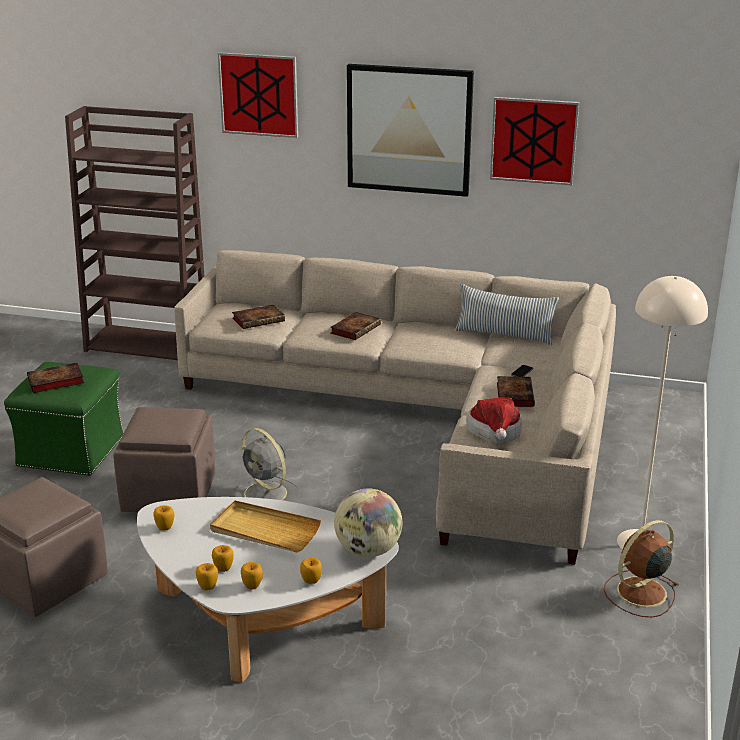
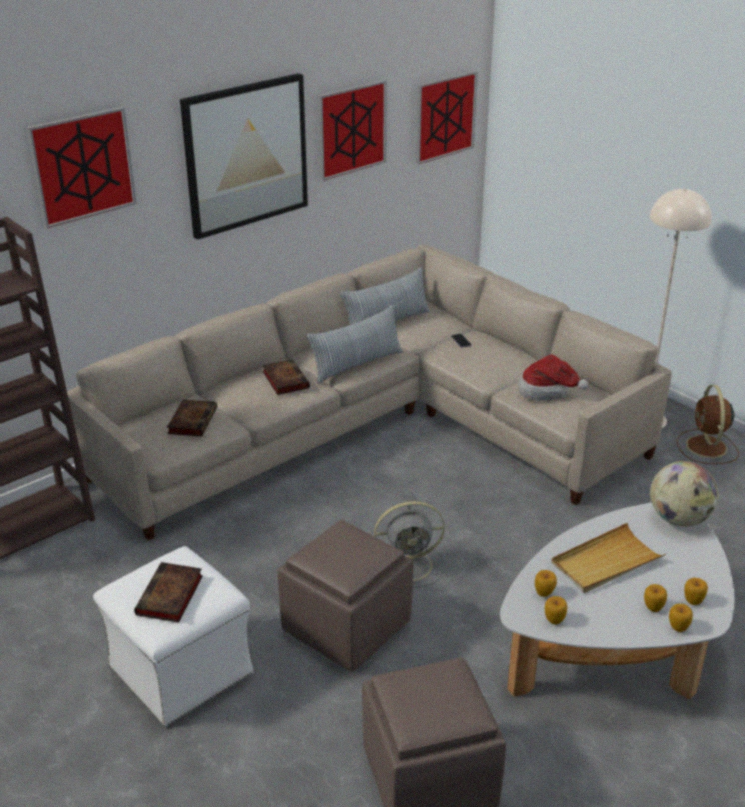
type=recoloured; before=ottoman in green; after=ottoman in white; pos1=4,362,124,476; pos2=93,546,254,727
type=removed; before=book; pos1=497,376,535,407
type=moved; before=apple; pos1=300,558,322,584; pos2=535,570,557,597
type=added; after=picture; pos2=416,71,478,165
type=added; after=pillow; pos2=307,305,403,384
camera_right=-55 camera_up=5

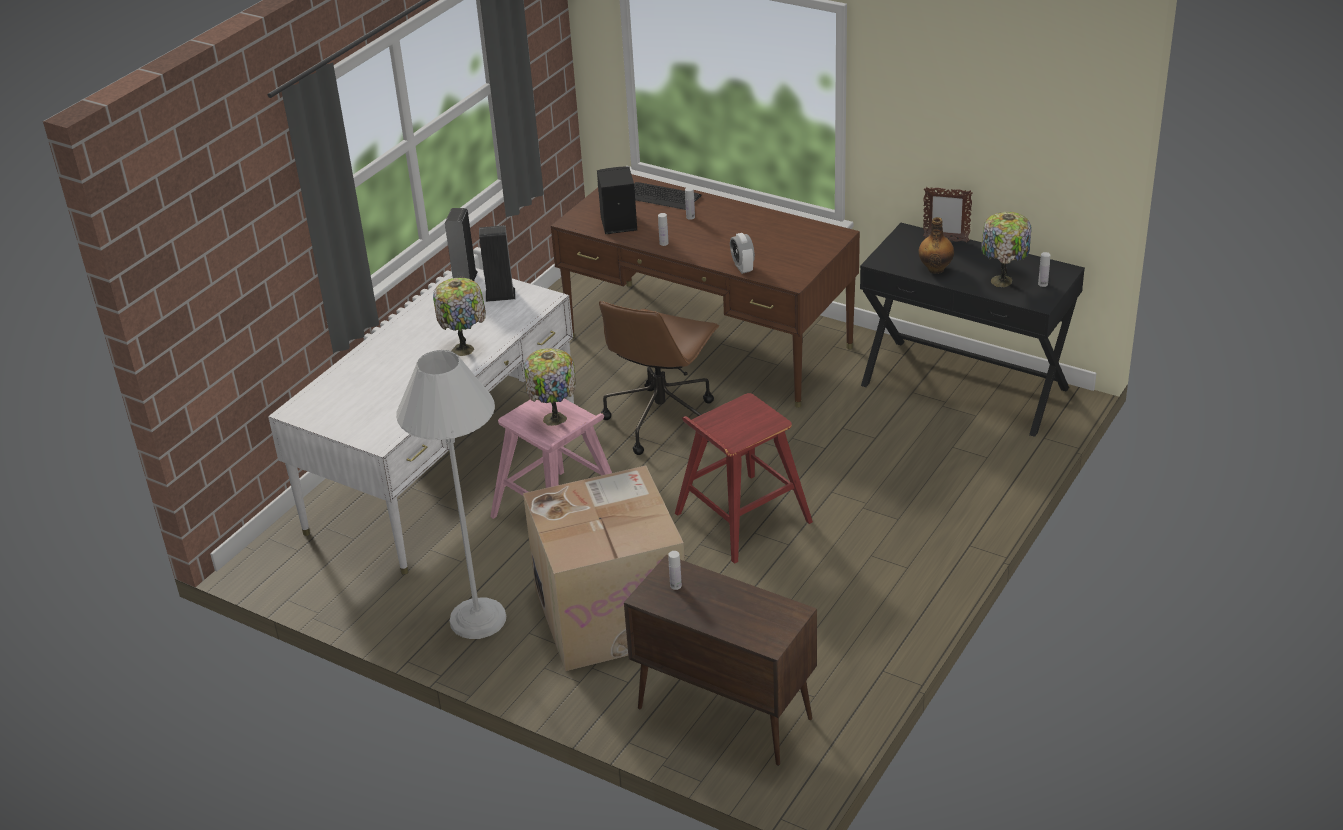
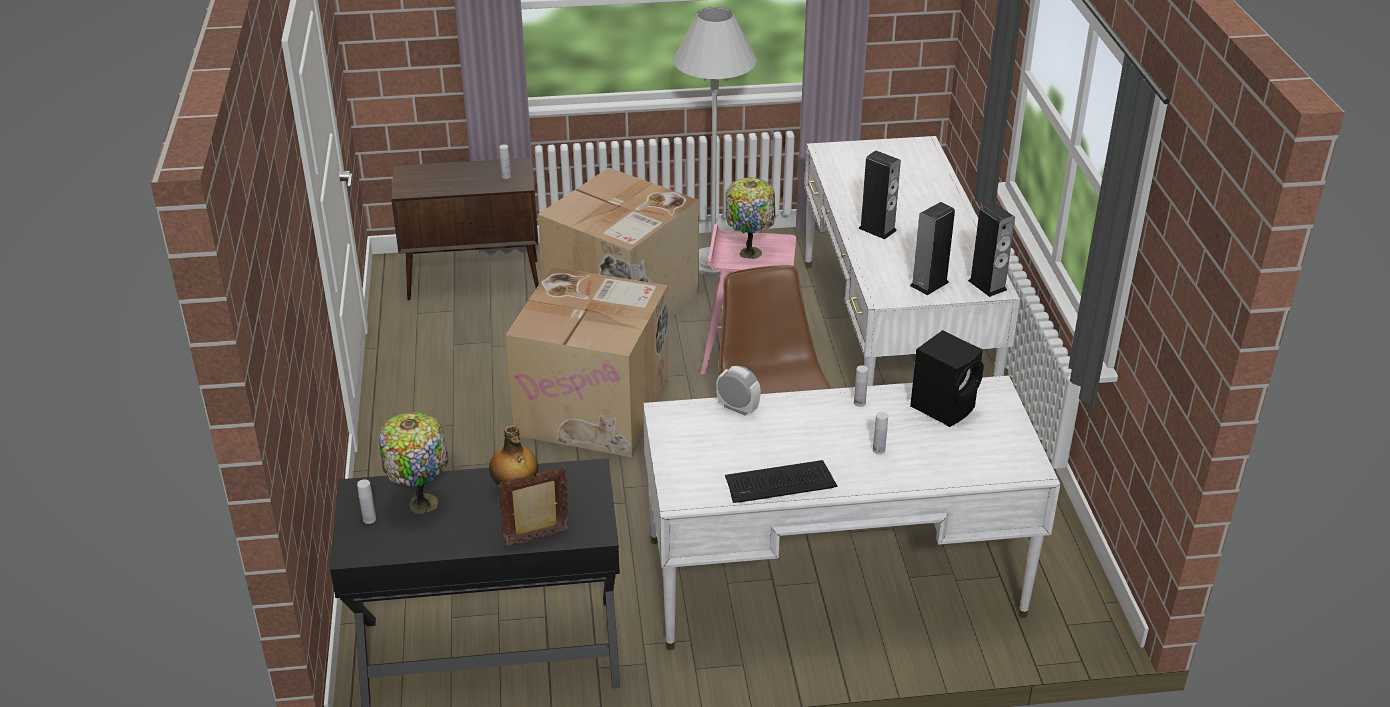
type=recoloured; before=desk in brown; after=desk in white; pos1=551,174,860,408; pos2=643,375,1060,650
type=moved; before=keyboard; pos1=634,182,702,210; pos2=725,460,838,503
type=replaced; before=table lamp; after=speaker; pos1=433,278,486,356; pos2=858,151,901,239
type=replaced; before=stool in red; after=cardboard box; pos1=675,393,813,564; pos2=505,267,669,457
camera_right=140 camera_up=0

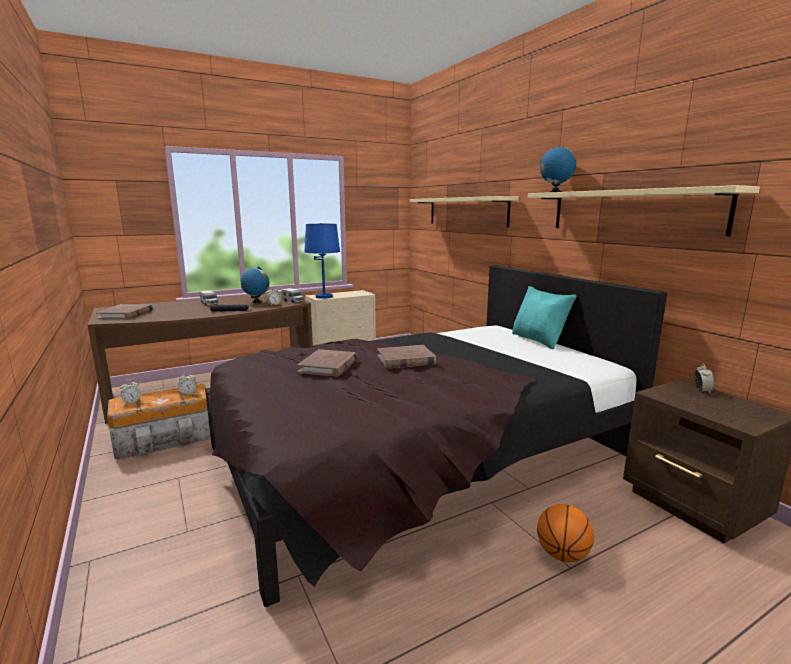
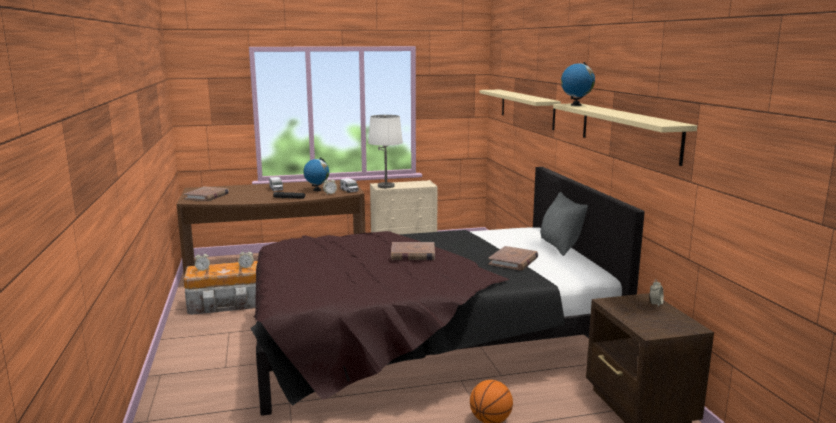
type=recoloured; before=table lamp in blue; after=table lamp in white; pos1=305,223,340,299; pos2=368,115,403,188
type=recoloured; before=pillow in turquoise; after=pillow in grey; pos1=512,286,577,349; pos2=540,192,588,256
type=moved; before=book in brown; pos1=297,349,357,377; pos2=488,246,538,271
camera_right=15 camera_up=0

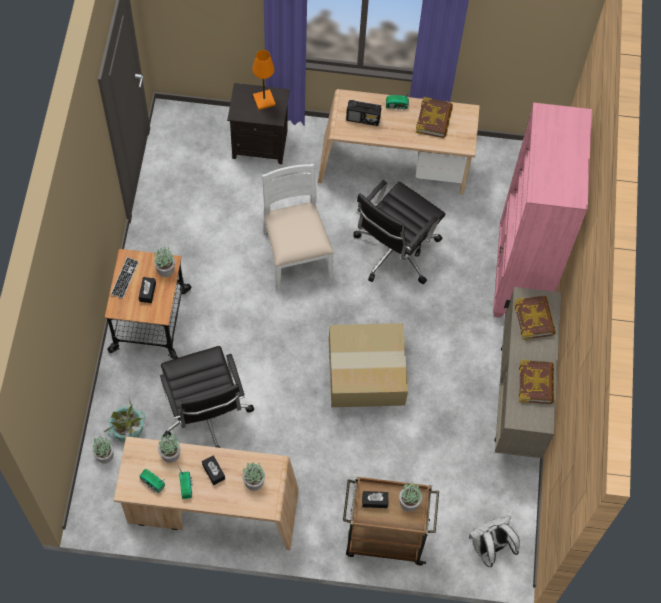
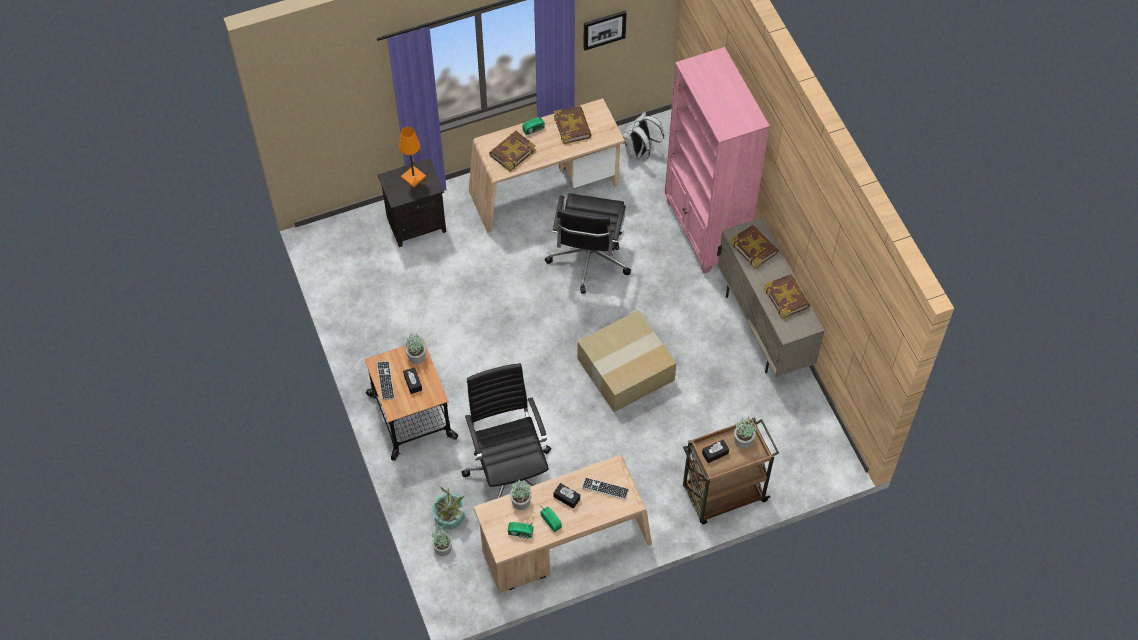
type=replaced; before=radio; after=book; pos1=346,100,381,126; pos2=489,131,536,171
type=removed; before=chair in white; pos1=262,164,334,290
type=turned; before=office chair in black; pos1=160,346,254,448; pos2=461,363,551,498; turn=-150
type=replaced; before=potted plant; after=keyboard; pos1=242,462,265,491; pos2=582,477,629,500
type=moved; before=backpack in white; pos1=469,516,520,567; pos2=622,112,664,160
type=added; after=picture; pos2=583,11,627,50
camera_right=-25 camera_up=-5

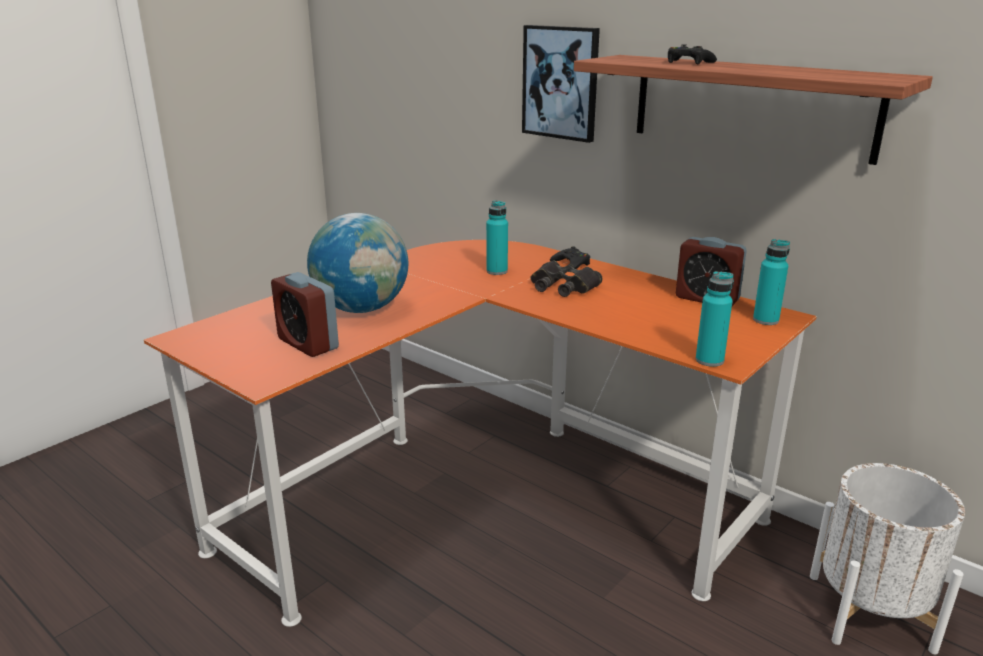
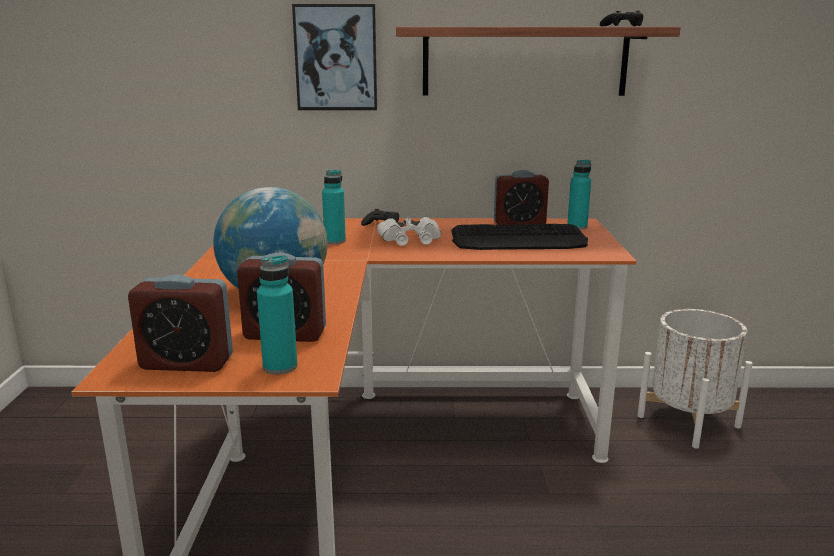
type=moved; before=game controller in black; pos1=668,44,717,64; pos2=600,11,643,26
type=recoloured; before=binoculars in black; after=binoculars in white; pos1=531,260,602,297; pos2=377,217,441,246
type=moved; before=bottle in turquoise; pos1=696,271,734,367; pos2=257,255,298,374
type=added; after=keyboard; pos2=452,224,588,250
type=added; after=alarm clock; pos2=128,274,233,372
camera_right=-40 camera_up=-5

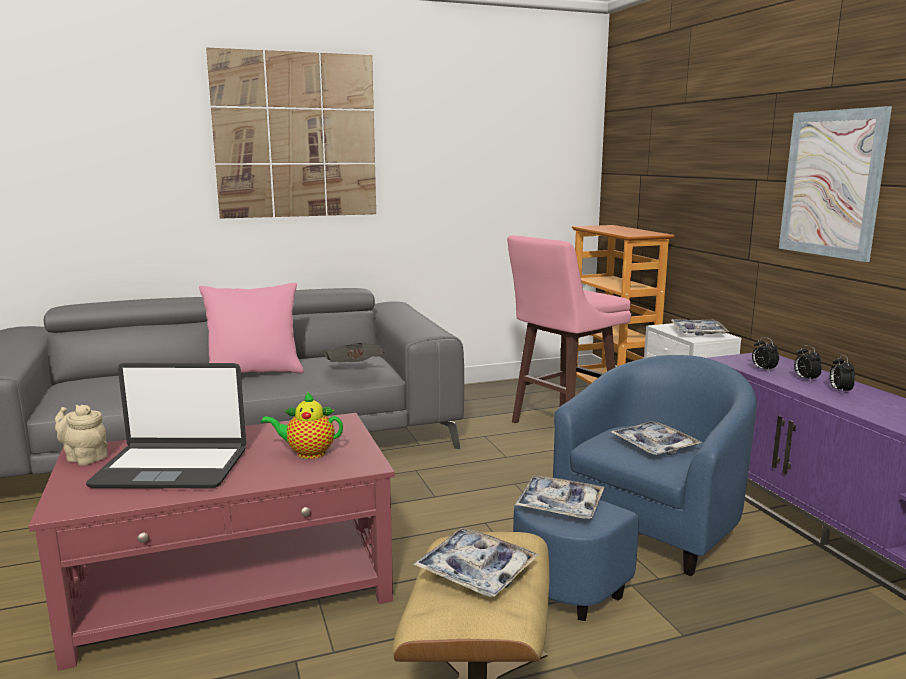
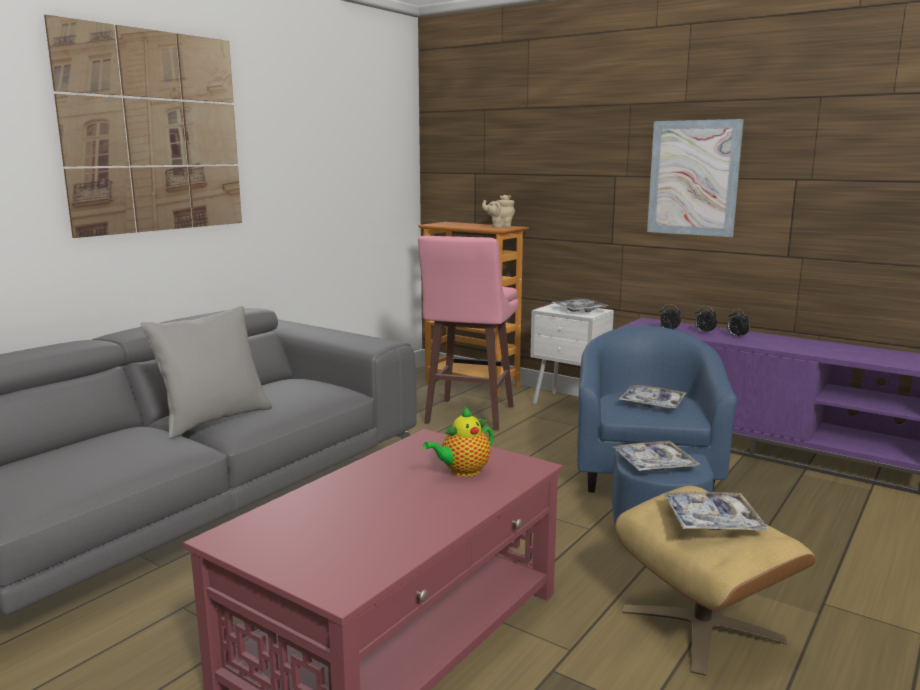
type=recoloured; before=pillow in pink; after=pillow in grey; pos1=199,283,304,374; pos2=140,306,272,439
type=removed; before=newspaper; pos1=323,343,384,362
type=removed; before=laptop; pos1=86,363,246,488
type=moved; before=teapot in beige; pos1=55,405,108,465; pos2=482,195,515,227
camera_right=-35 camera_up=0

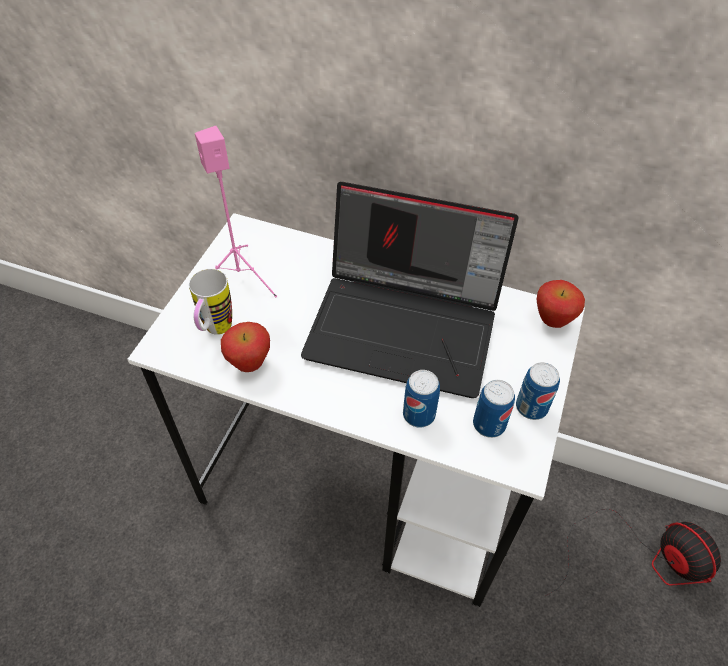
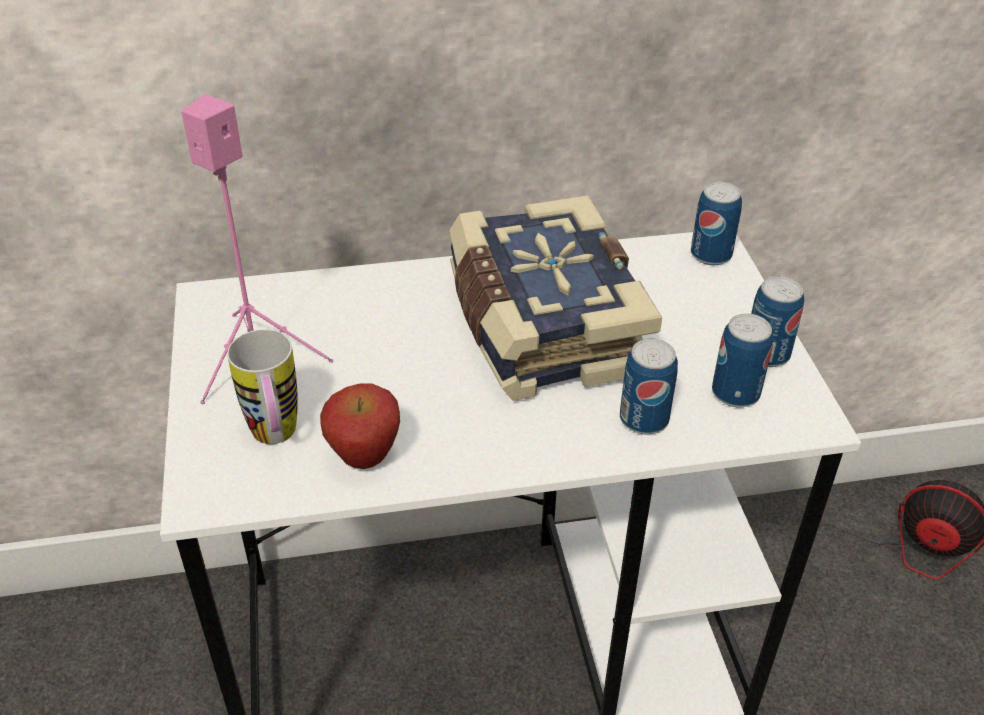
type=replaced; before=laptop; after=book; pos1=301,182,519,398; pos2=449,195,662,401
type=replaced; before=apple; after=can; pos1=536,280,585,328; pos2=691,182,742,265
camera_right=-30 camera_up=-10

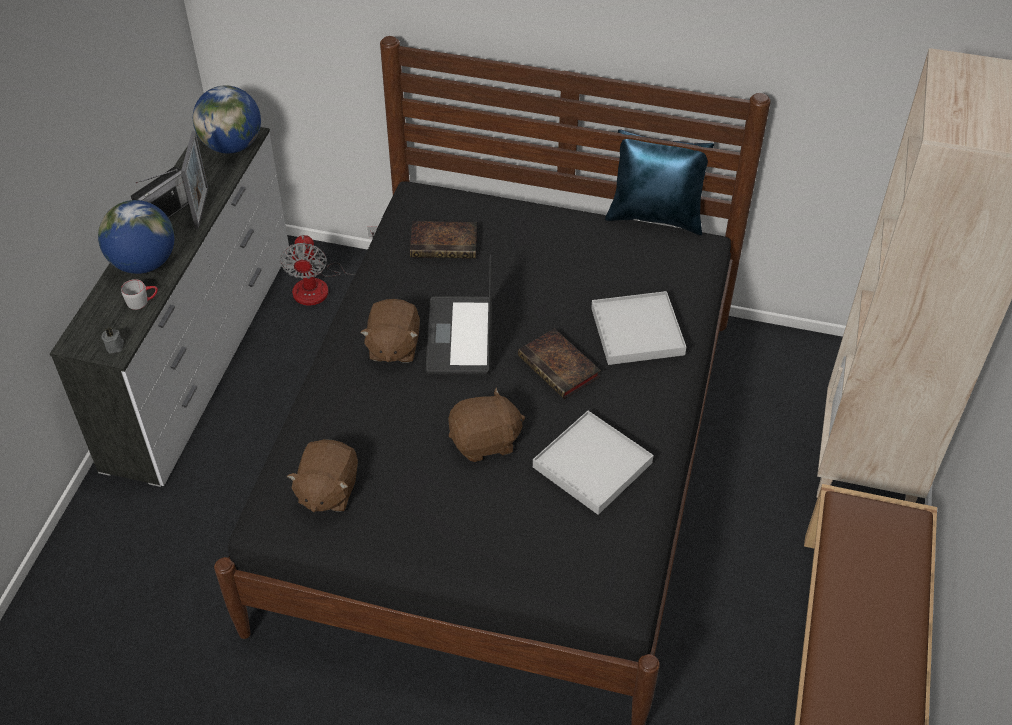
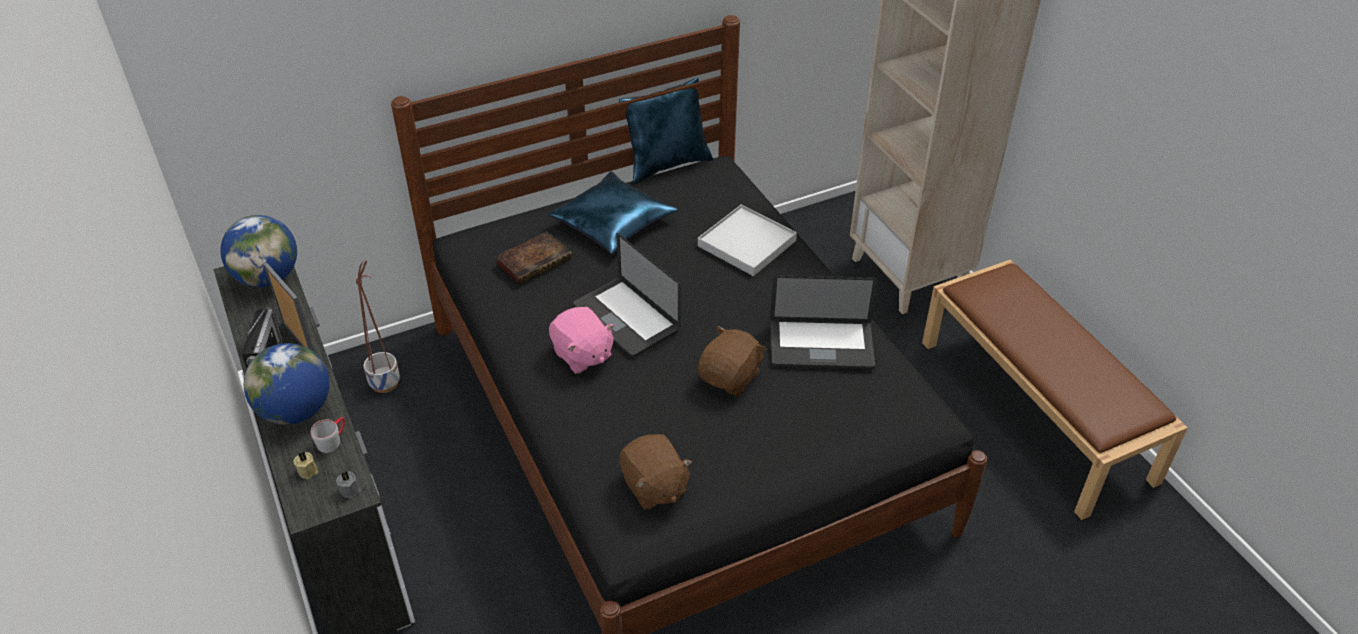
type=replaced; before=fan; after=planter; pos1=279,226,377,306; pos2=356,261,400,393
type=recoloured; before=plush toy in brown; after=plush toy in pink; pos1=360,299,420,363; pos2=549,307,615,374
type=removed; before=book; pos1=518,328,601,399
type=replaced; before=tray in white; after=laptop; pos1=533,411,654,515; pos2=770,275,878,369
type=added; after=pillow in blue; pos2=548,171,678,254
type=added; after=candle in beige; pos2=293,452,318,479
camera_right=-40 camera_up=-5

